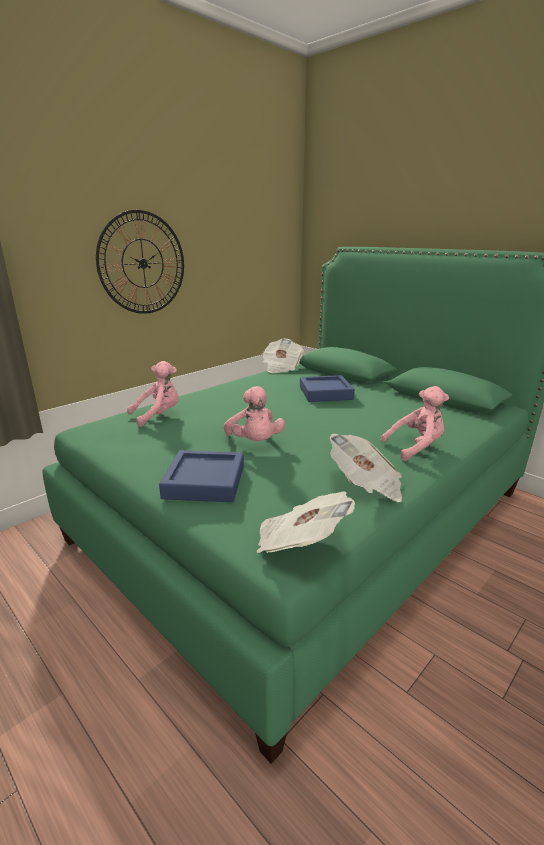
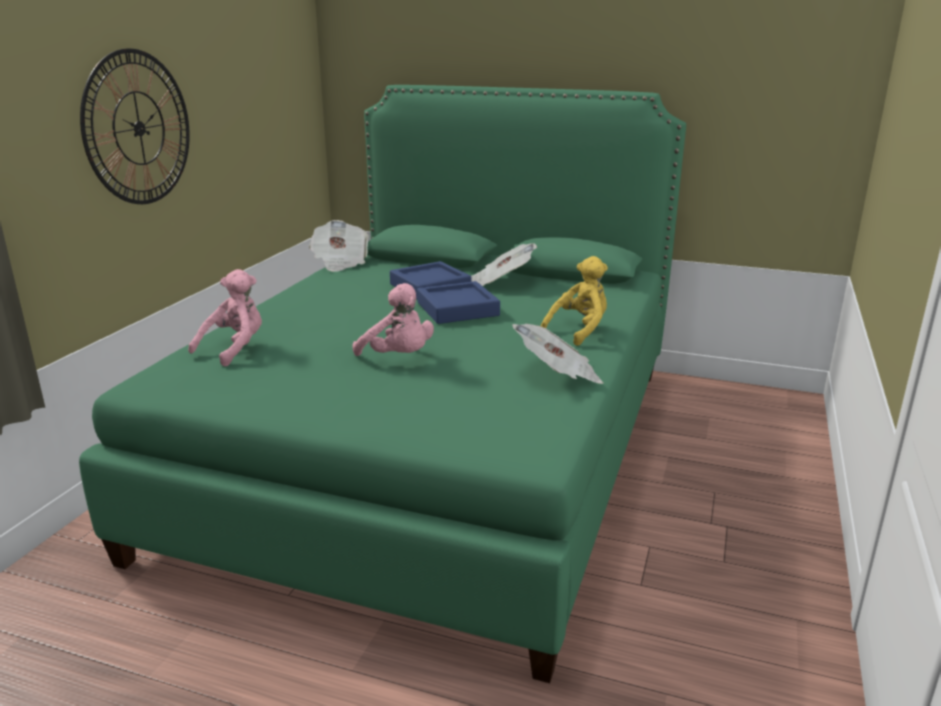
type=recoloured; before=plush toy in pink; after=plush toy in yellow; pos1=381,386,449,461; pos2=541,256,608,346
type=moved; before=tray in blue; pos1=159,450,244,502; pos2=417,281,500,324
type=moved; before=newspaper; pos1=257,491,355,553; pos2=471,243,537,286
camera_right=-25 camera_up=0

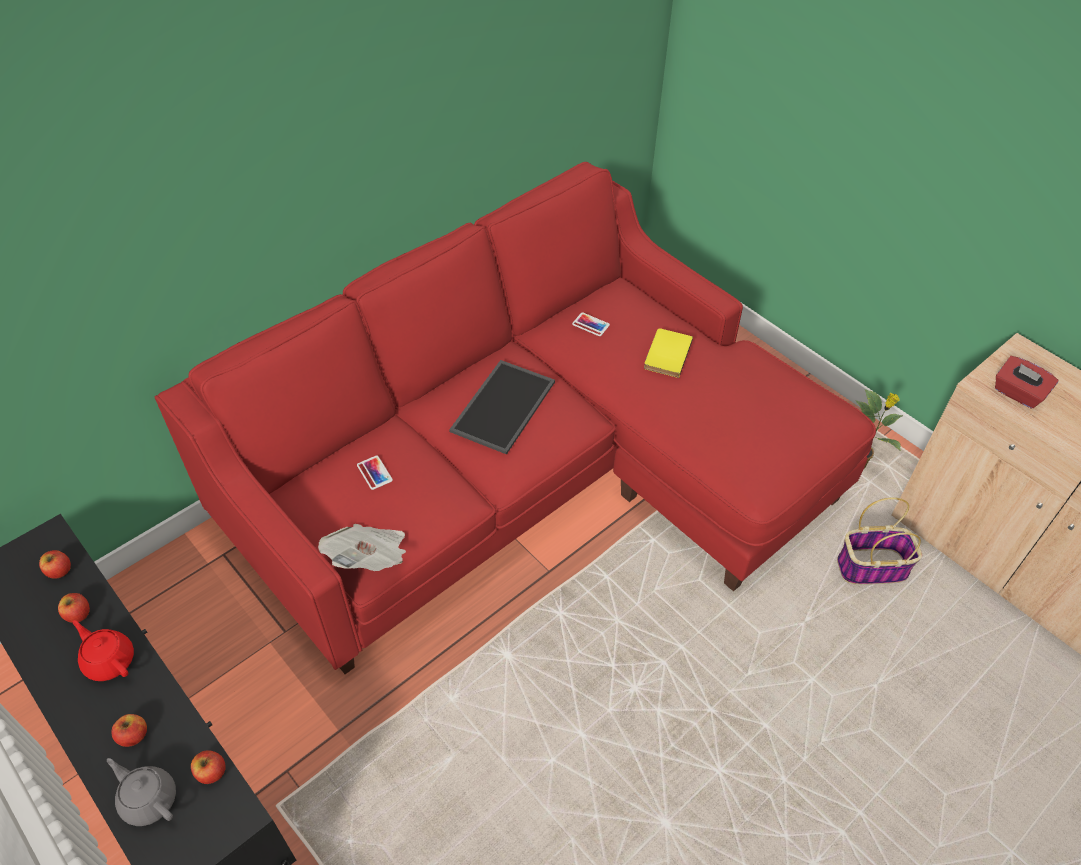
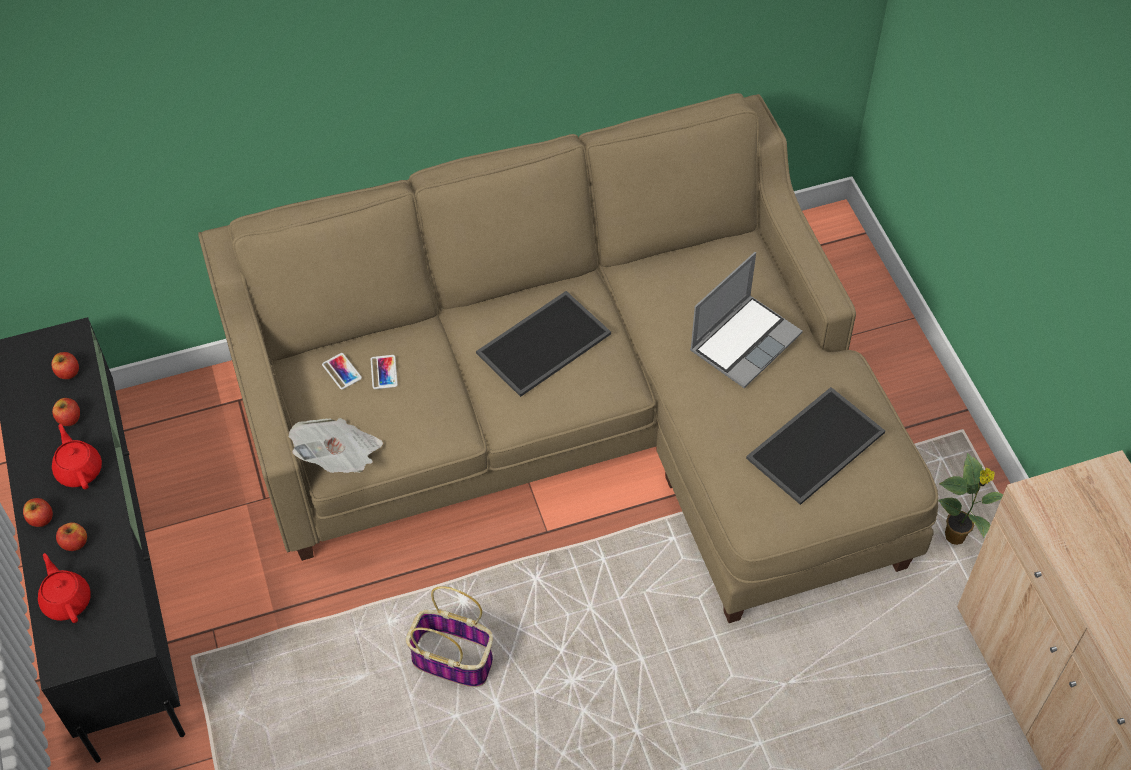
type=recoloured; before=sofa in red; after=sofa in beige; pos1=154,162,876,674; pos2=198,93,938,623
type=moved; before=phone; pos1=572,312,610,336; pos2=322,353,362,389
type=replaced; before=book in yellow; after=laptop; pos1=644,328,693,378; pos2=690,252,803,388
type=removed; before=tissue box in red; pos1=995,356,1059,409
type=moved; before=basket; pos1=837,497,922,585; pos2=406,586,493,687
type=moved; before=apple; pos1=191,750,226,784; pos2=23,498,53,527
type=recoloured; before=teapot in grey; after=teapot in red; pos1=107,758,176,826; pos2=38,553,91,623
type=added; after=tray; pos2=746,387,885,505
camera_right=25 camera_up=5

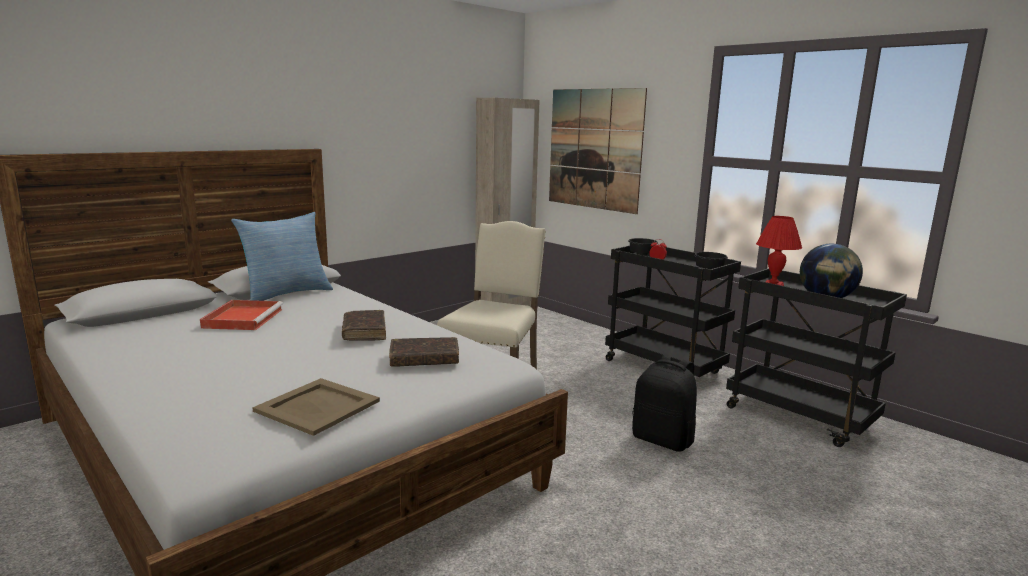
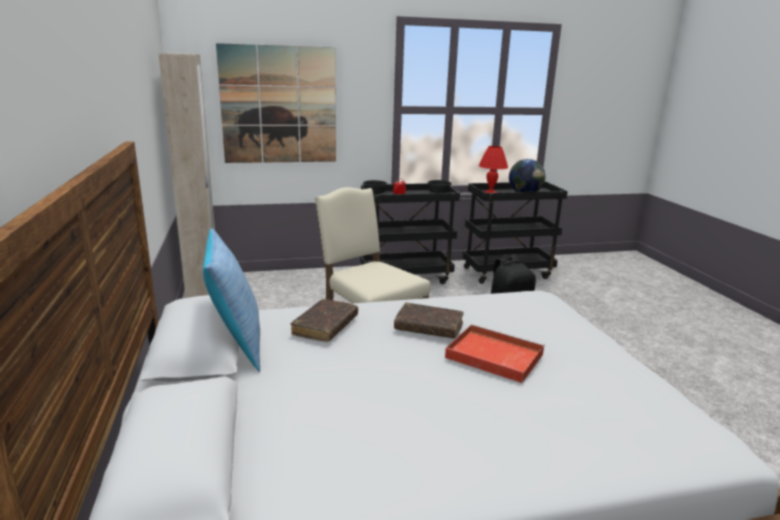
type=moved; before=tray in red; pos1=200,300,283,330; pos2=445,324,545,383
type=moved; before=book in brown; pos1=389,337,459,367; pos2=291,299,358,342
type=removed; before=tray in beige; pos1=252,378,380,436
camera_right=-60 camera_up=5

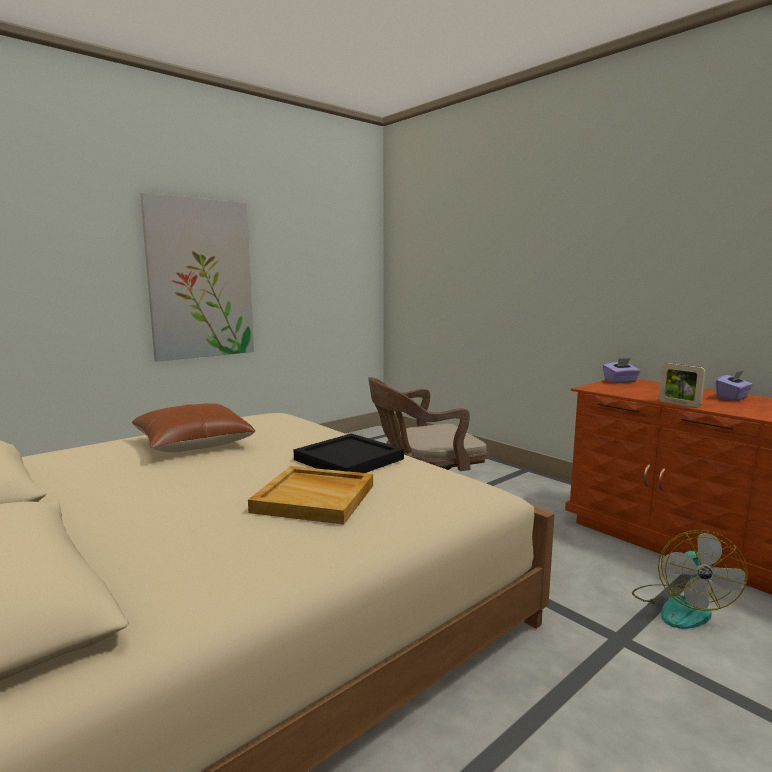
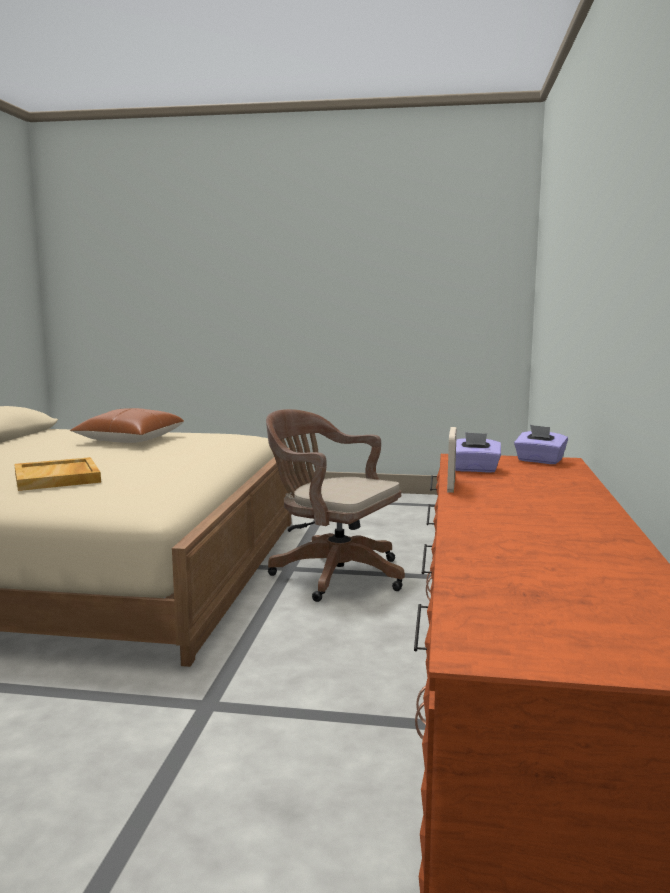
type=removed; before=picture; pos1=140,193,254,362
type=moved; before=tissue box in purple; pos1=716,371,753,401; pos2=455,432,501,473
type=removed; before=tray in black; pos1=293,434,404,473
type=removed; before=fan; pos1=632,530,748,629
camera_right=50 camera_up=0

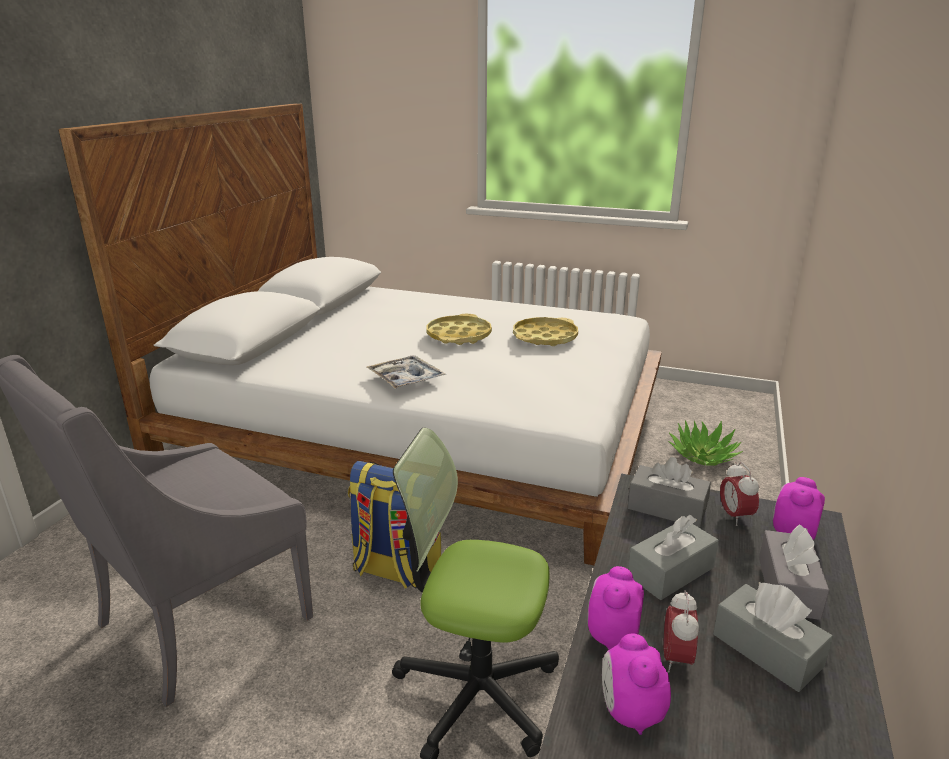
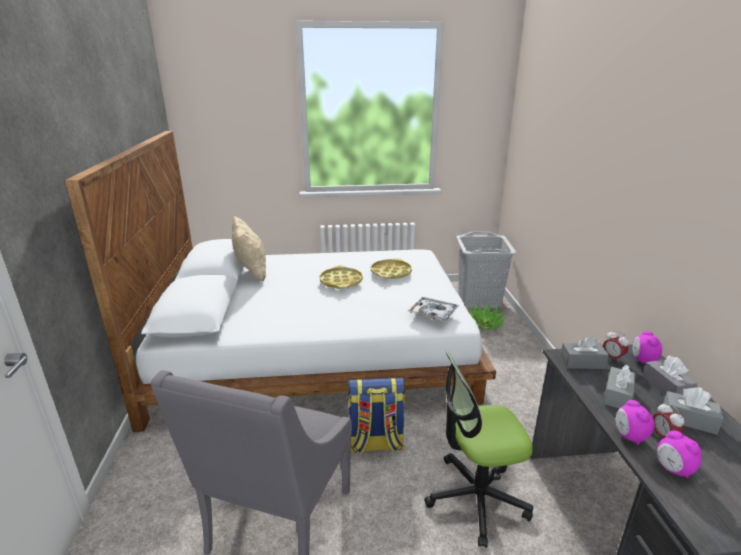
type=moved; before=tray; pos1=367,355,446,389; pos2=408,297,459,321
type=added; after=pillow in beige; pos2=232,216,266,281
type=added; after=laundry basket in grey; pos2=456,232,517,309
camera_right=-25 camera_up=0

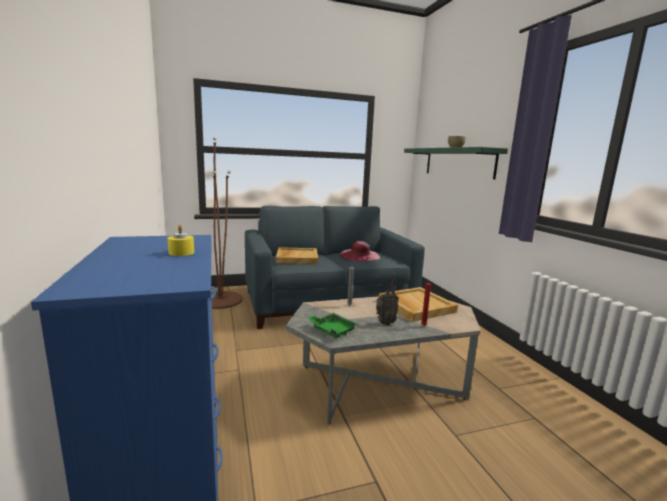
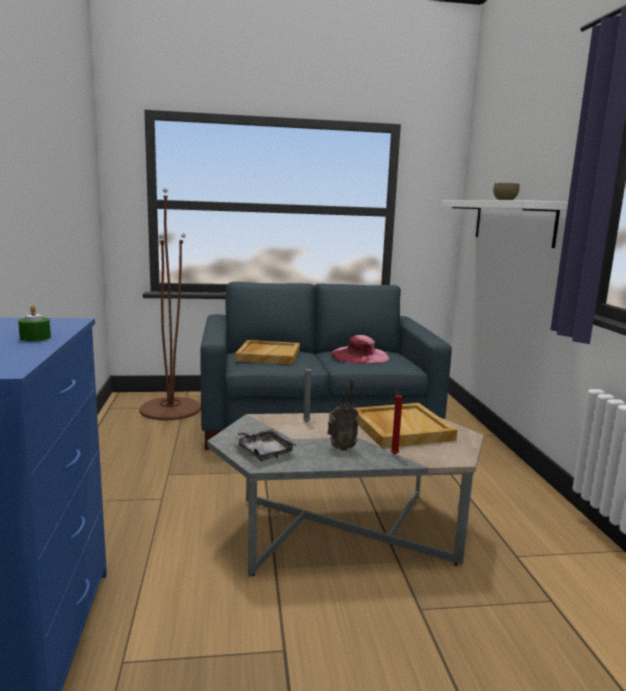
type=recoloured; before=shelf in green; after=shelf in white; pos1=404,147,508,179; pos2=441,200,568,248
type=recoloured; before=candle in yellow; after=candle in green; pos1=168,225,194,256; pos2=18,305,51,342
type=recoloured; before=tray in green; after=tray in grey; pos1=307,313,358,338; pos2=233,429,297,461
camera_right=10 camera_up=0

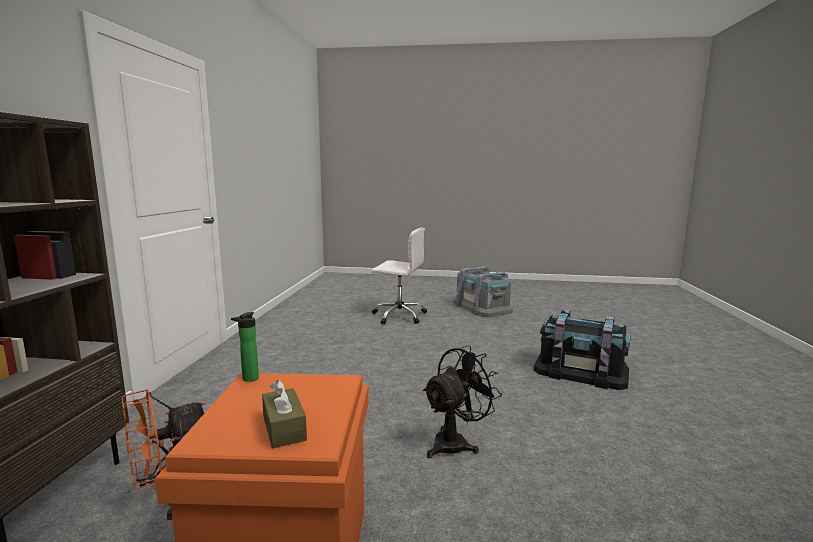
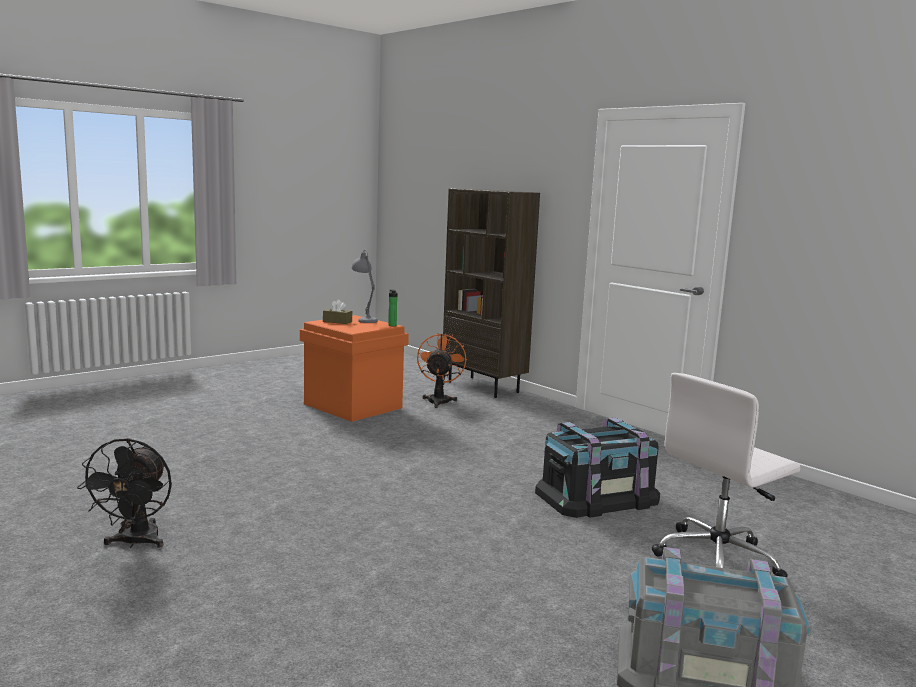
type=moved; before=storage box in black; pos1=534,310,630,390; pos2=535,418,660,518
type=moved; before=fan in black; pos1=423,345,502,458; pos2=77,438,172,548
type=added; after=table lamp in grey; pos2=352,250,378,323
camera_right=130 camera_up=0

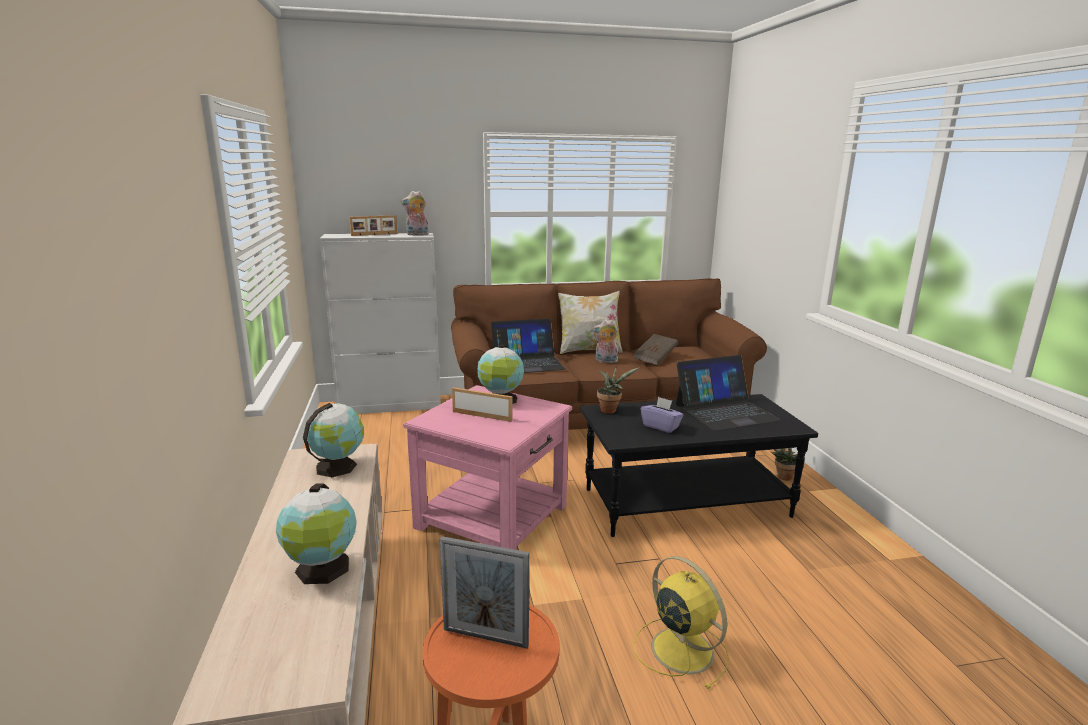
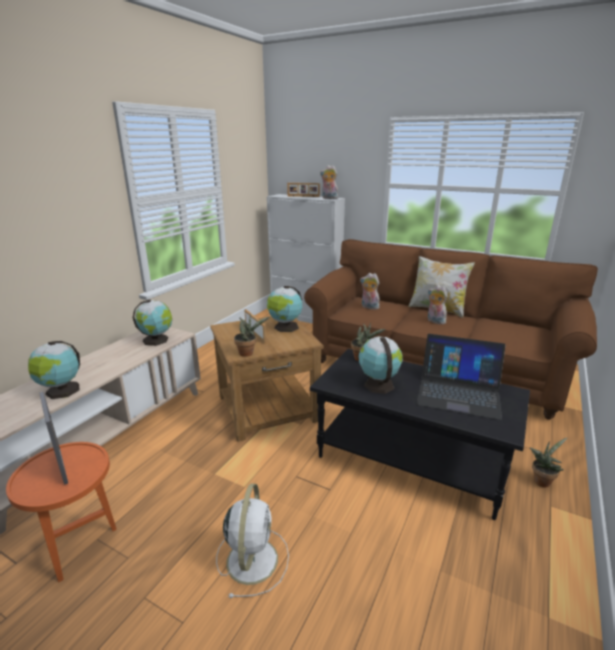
type=replaced; before=laptop; after=plush toy; pos1=491,318,566,373; pos2=360,273,380,310
type=removed; before=book in brown; pos1=634,334,678,365
type=recoloured; before=side table in pink; after=side table in brown; pos1=403,385,572,550; pos2=210,316,324,442
type=replaced; before=tissue box in purple; after=globe; pos1=641,397,684,433; pos2=358,336,403,394
type=recoloured; before=fan in yellow; after=fan in white; pos1=633,556,730,689; pos2=216,484,289,598
type=added; after=potted plant; pos2=234,314,270,357
camera_right=40 camera_up=5

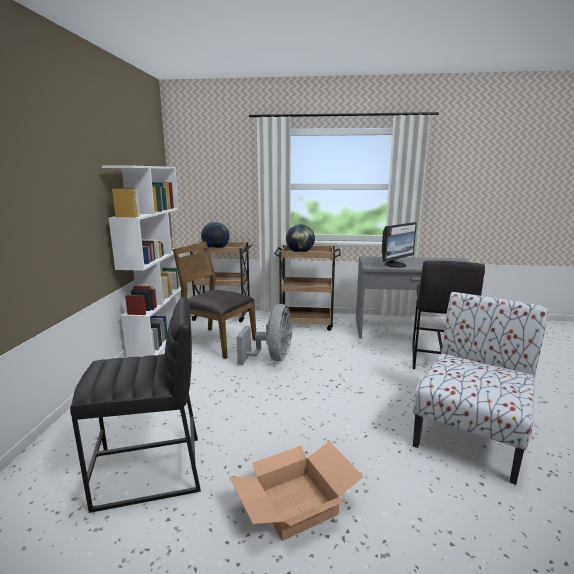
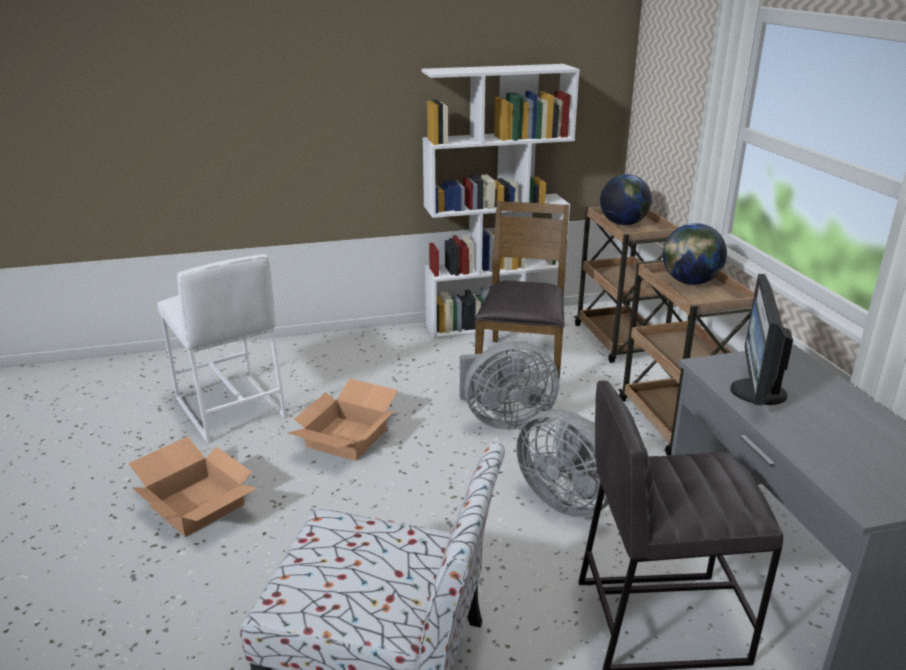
type=turned; before=monitor; pos1=382,222,417,268; pos2=730,274,793,406; turn=75
type=recoloured; before=stool in black; after=stool in white; pos1=70,297,201,513; pos2=158,254,287,443
type=added; after=cardboard box; pos2=288,379,398,461
type=added; after=fan in grey; pos2=516,409,608,518
camera_right=70 camera_up=10

